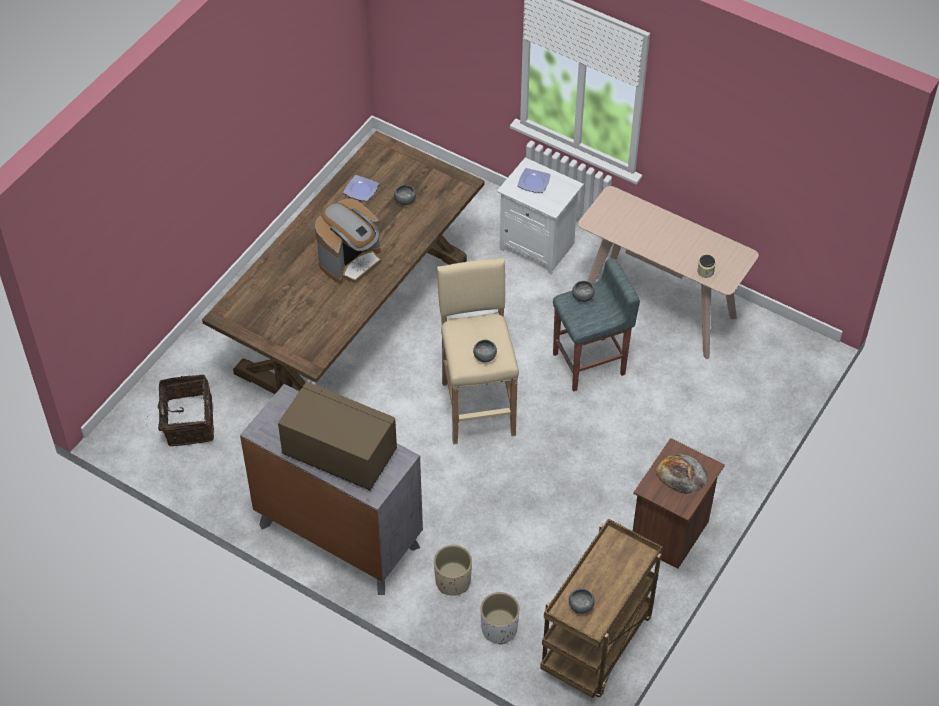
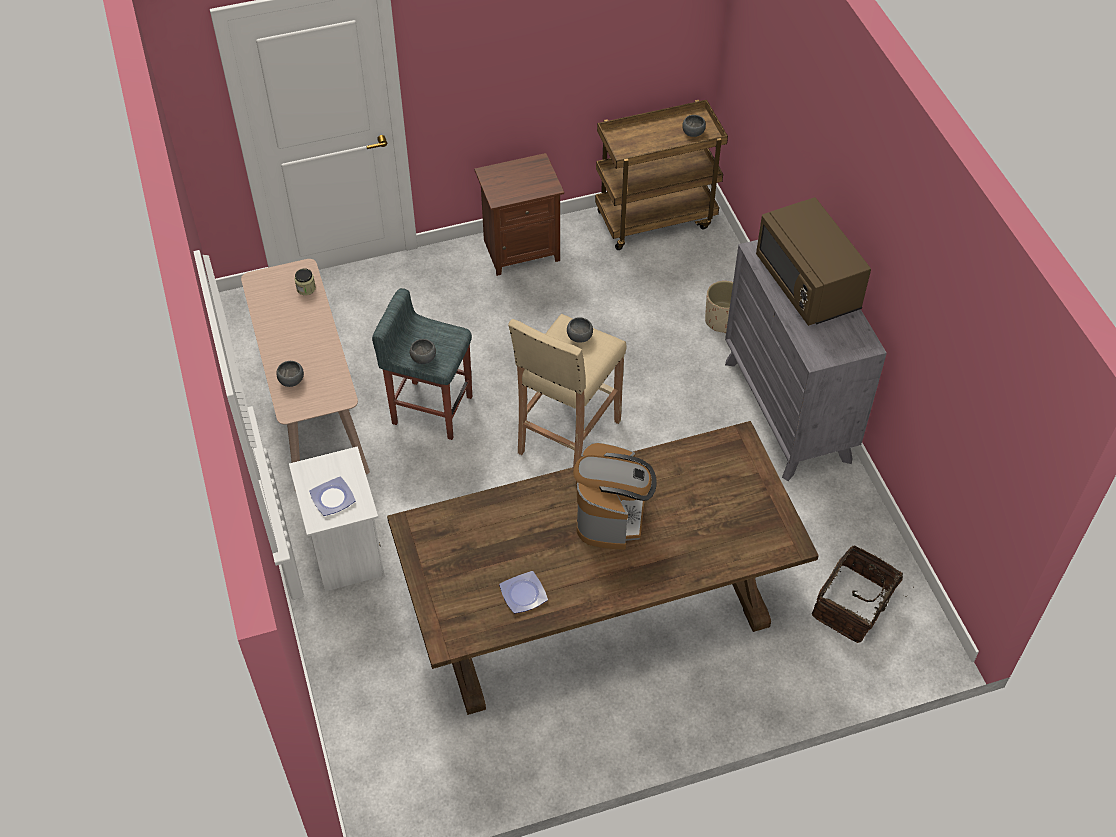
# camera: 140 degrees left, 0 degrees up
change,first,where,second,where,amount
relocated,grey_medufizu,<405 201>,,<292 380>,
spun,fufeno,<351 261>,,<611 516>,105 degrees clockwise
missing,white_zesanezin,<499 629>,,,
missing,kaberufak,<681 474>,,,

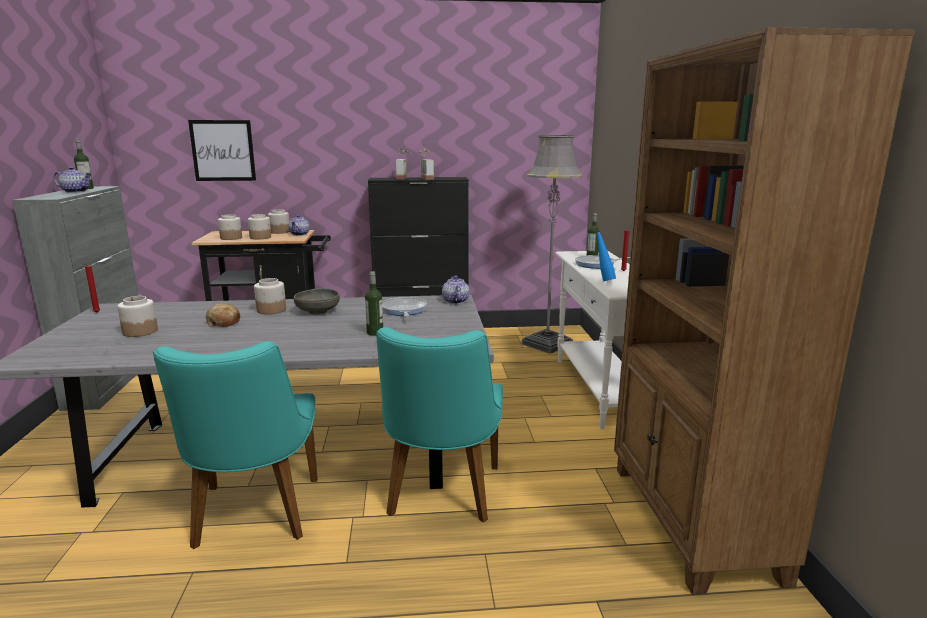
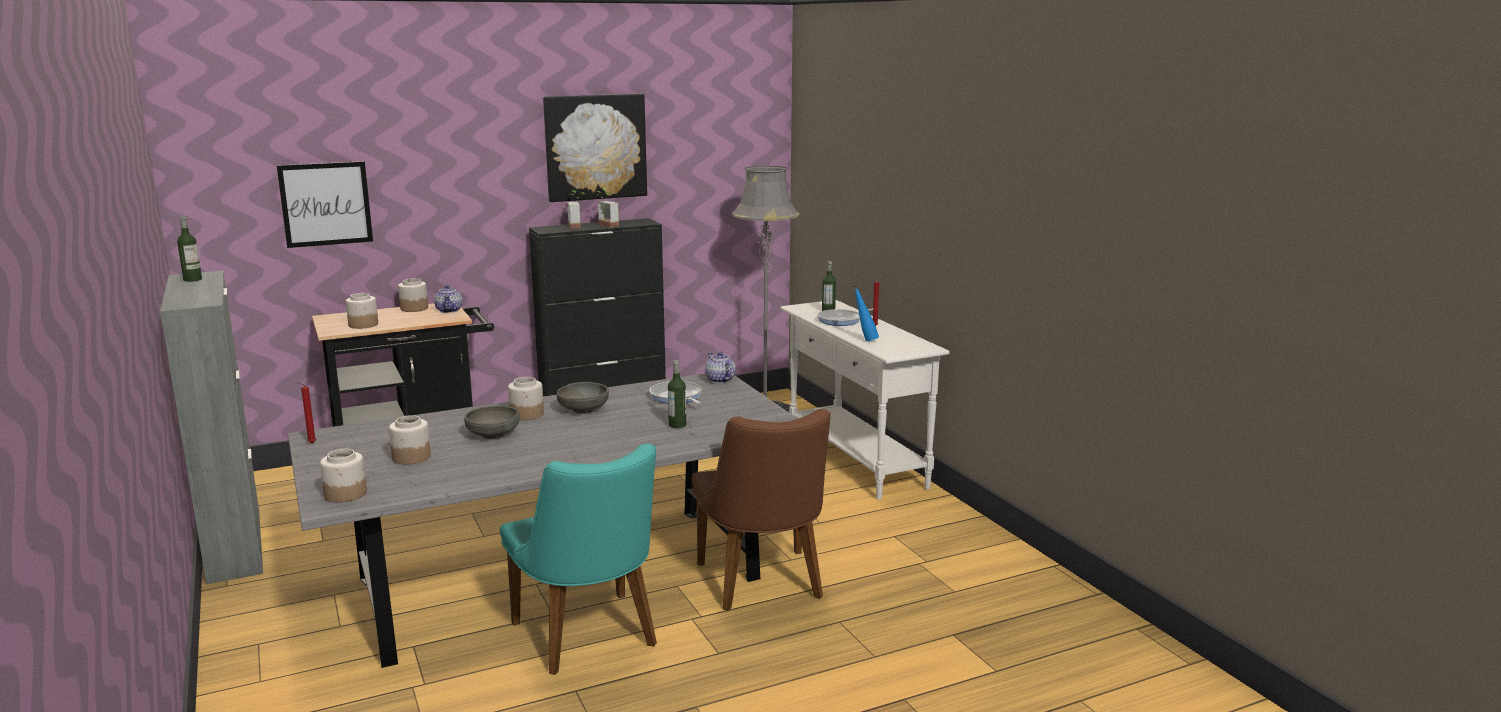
# camera: 20 degrees left, 0 degrees up
change,first,where,second,where,amount
relocated,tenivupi,<260 237>,,<346 494>,
exchanged,kaberufak,<224 322>,grey_medufizu,<493 435>,
appeared,,,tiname,<595 147>,
colour,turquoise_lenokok,<440 496>,brown_lenokok,<763 586>,
missing,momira,<75 191>,,,
missing,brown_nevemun,<692 521>,,,

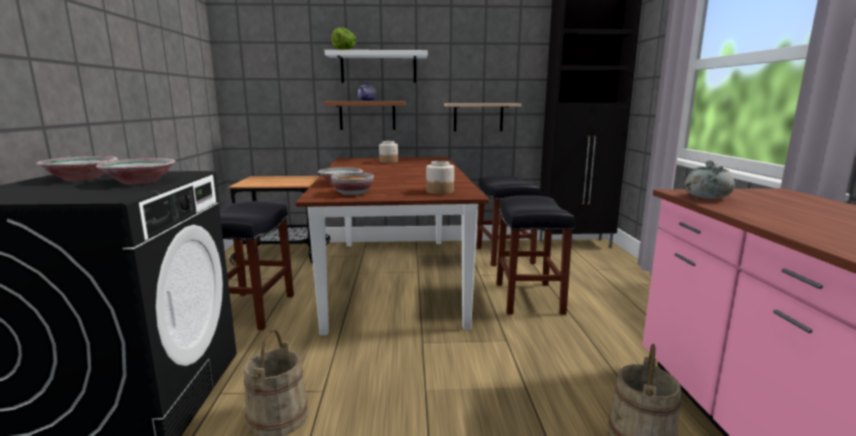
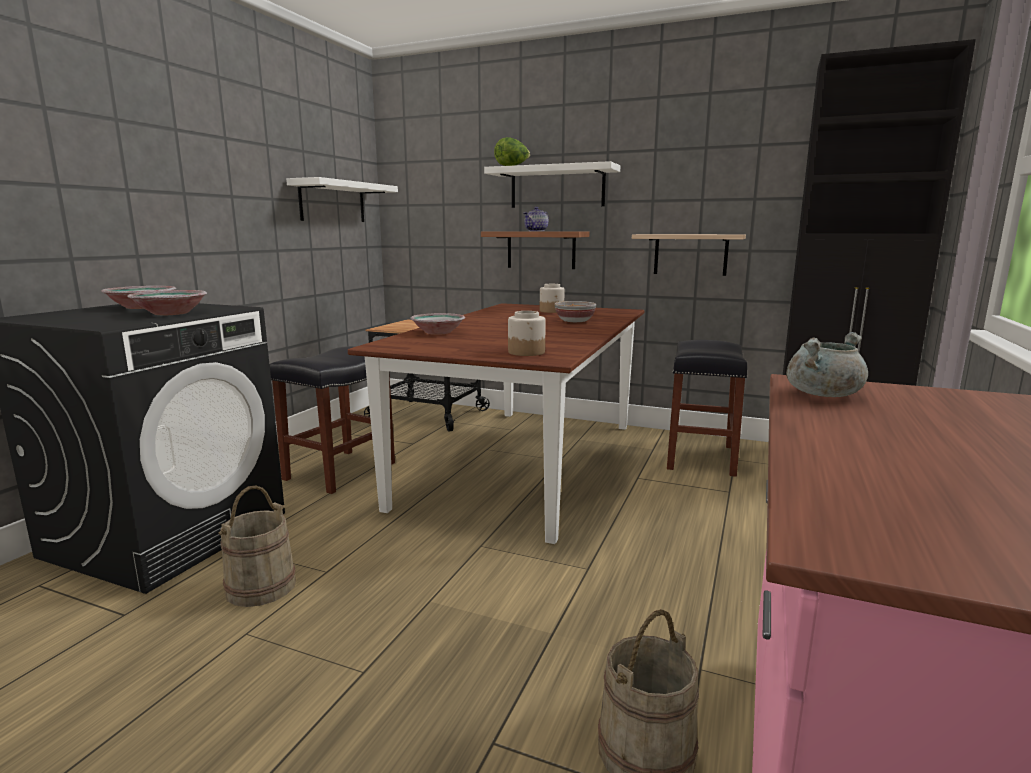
# camera: 25 degrees right, 0 degrees up
change,first,where,second,where,amount
appeared,,,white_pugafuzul,<332 202>,
relocated,medufizu,<353 193>,,<575 321>,
missing,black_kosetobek,<529 298>,,,

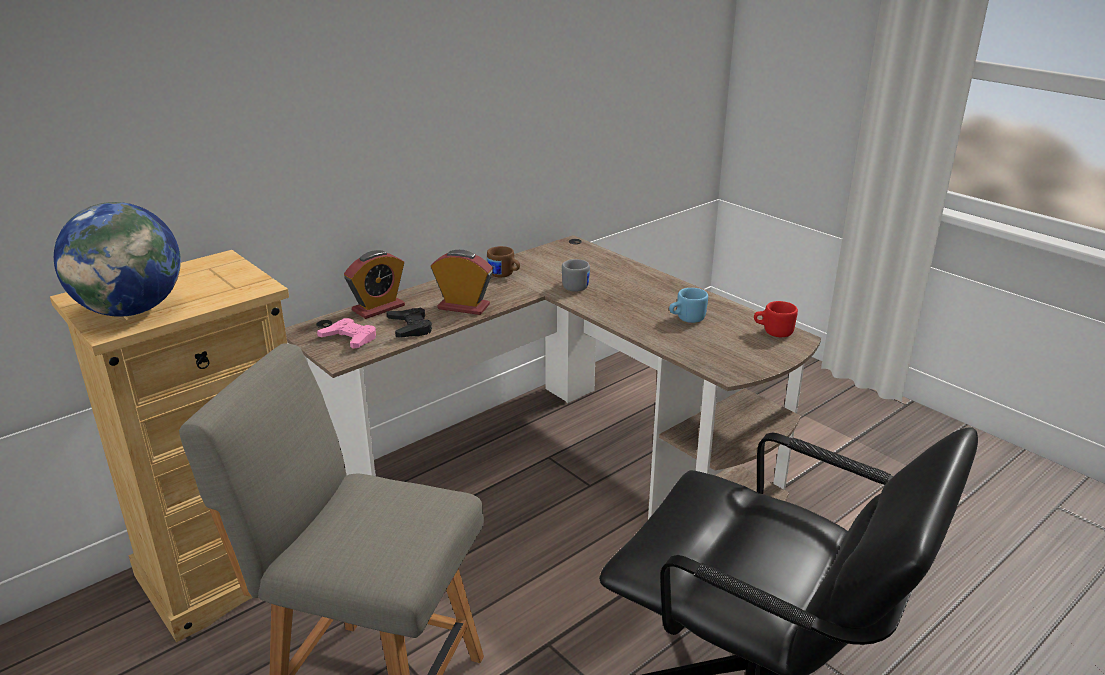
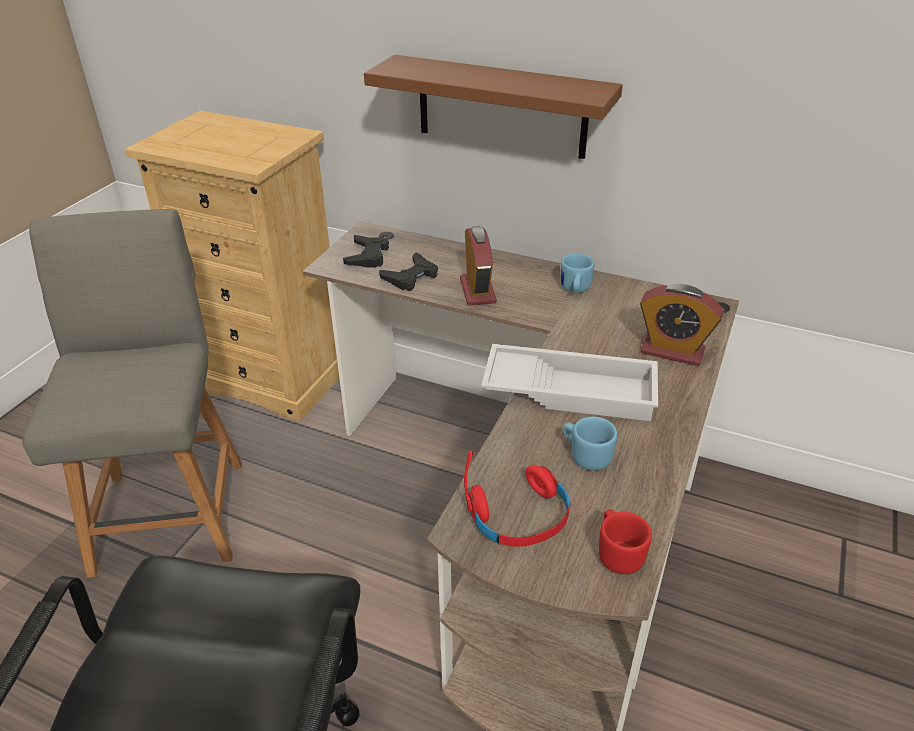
# camera: 65 degrees right, 10 degrees up
change,first,where,second,where,amount
colour,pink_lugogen,<349 338>,black_lugogen,<368 256>,
appeared,,,brown_pugafuzul,<501 107>,
appeared,,,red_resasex,<520 517>,
appeared,,,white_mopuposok,<571 389>,
colour,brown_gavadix,<504 275>,blue_gavadix,<574 290>,
relocated,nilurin,<378 308>,,<672 351>,
missing,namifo,<132 310>,,,
missing,grey_gavadix,<575 286>,,,

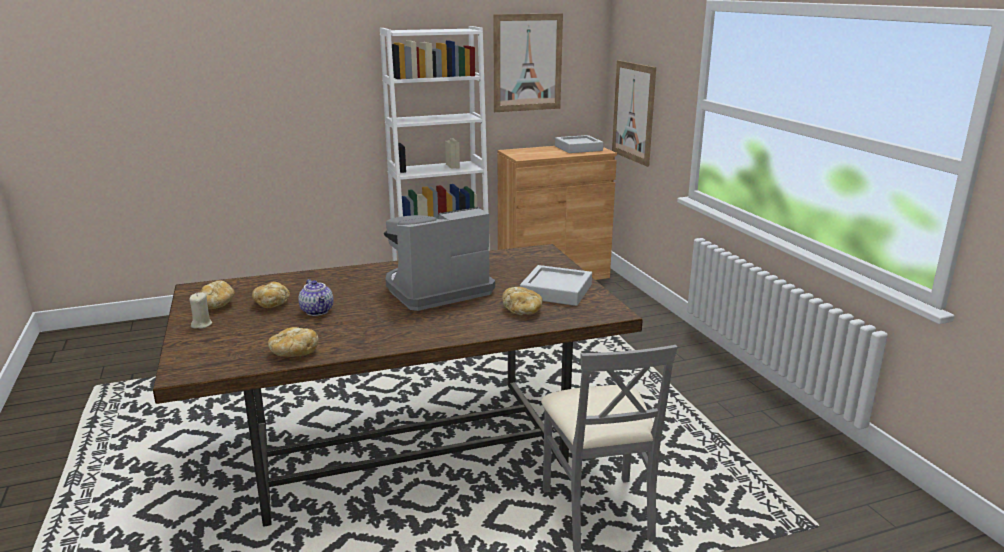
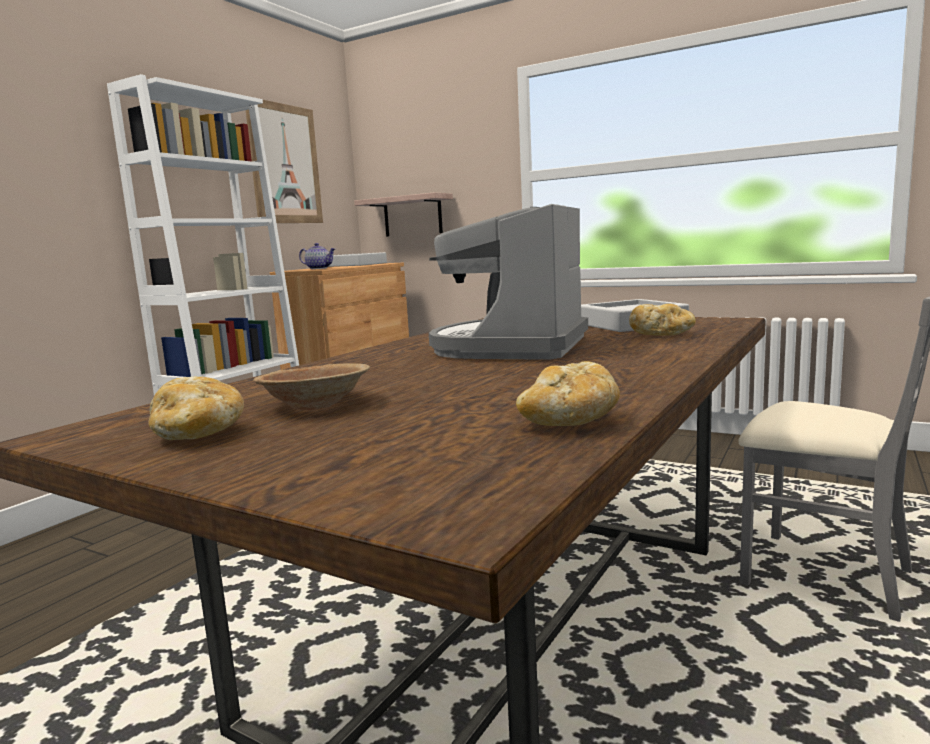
# camera: 40 degrees left, 10 degrees down
change,first,where,second,where,amount
exchanged,kaberufak,<272 304>,brown_medufizu,<315 405>,
relocated,momira,<318 311>,,<319 268>,
exchanged,tiname,<633 112>,pugafuzul,<412 216>,
missing,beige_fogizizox,<201 324>,,,

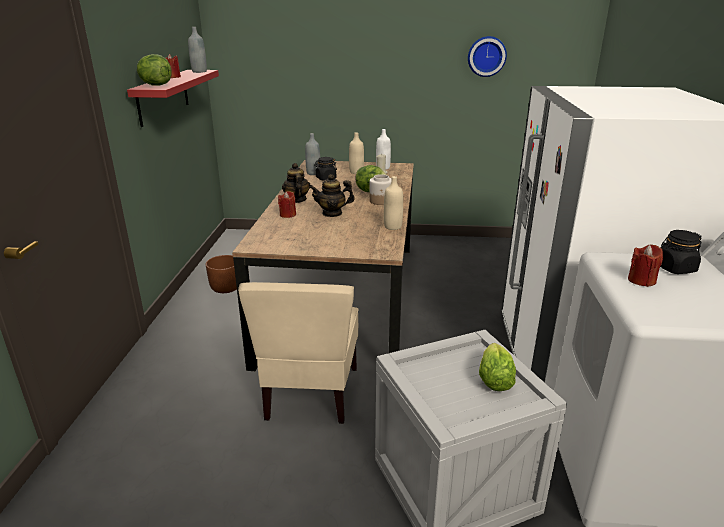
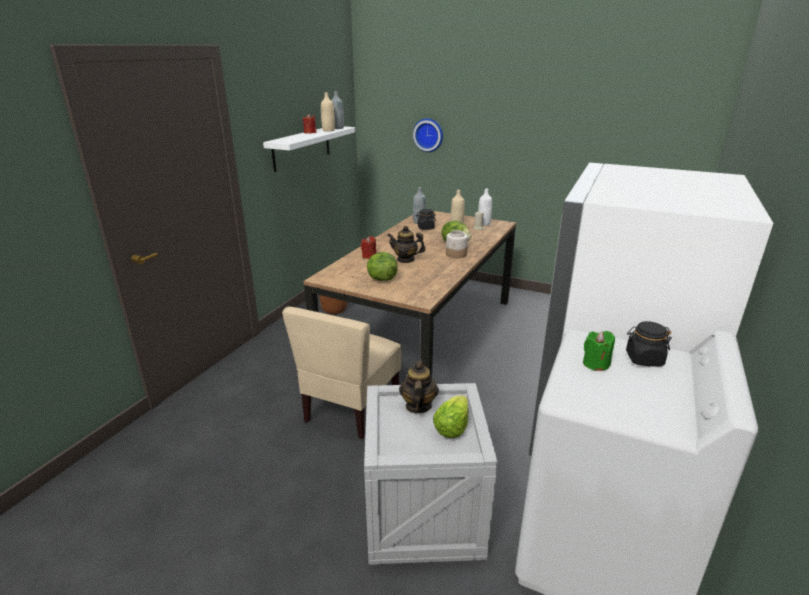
# camera: 20 degrees right, 0 degrees up
change,first,where,second,where,amount
colour,red_pugafuzul,<163 96>,white_pugafuzul,<302 147>,
relocated,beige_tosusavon,<392 227>,,<328 130>,
relocated,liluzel,<155 85>,,<381 279>,
relocated,momira,<296 200>,,<418 406>,
relocated,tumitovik,<486 56>,,<428 135>,
colour,red_fogizizox,<641 280>,green_fogizizox,<595 364>,

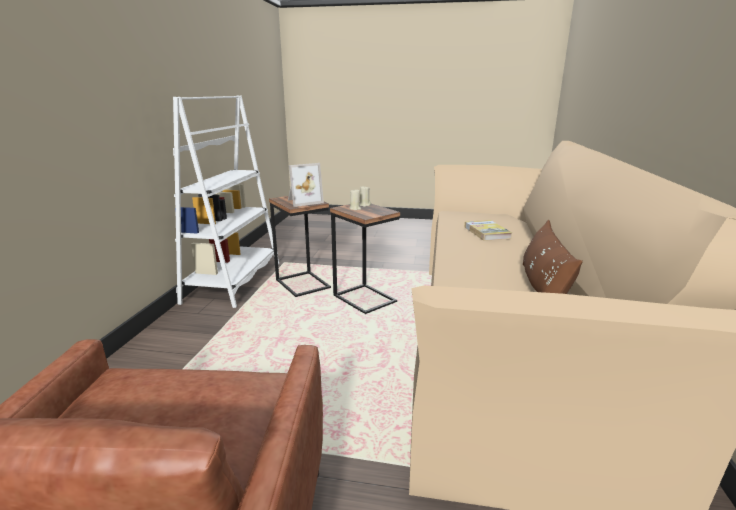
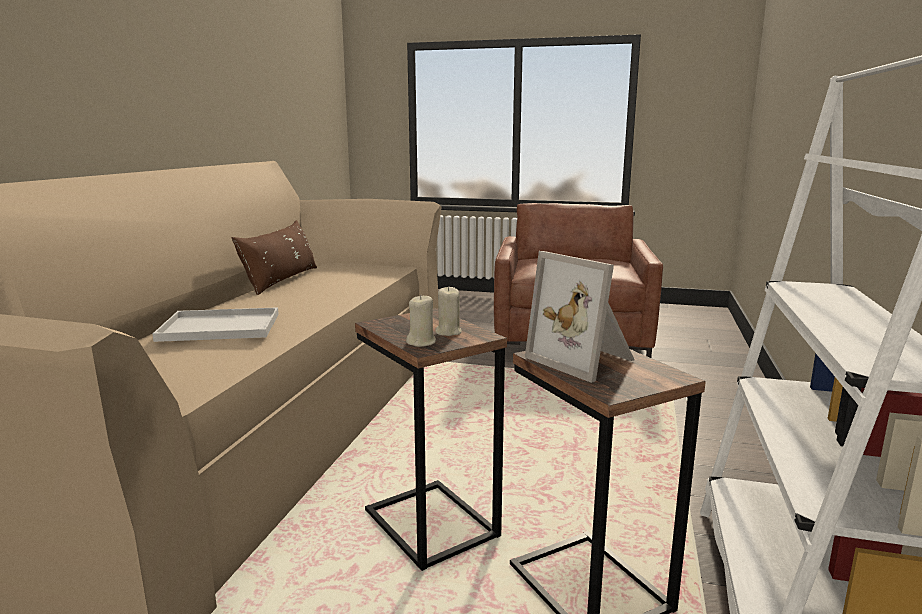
# camera: 175 degrees left, 5 degrees down
change,first,where,second,where,amount
exchanged,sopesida,<487 232>,white_mopuposok,<217 327>,
spun,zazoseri,<303 201>,,<584 360>,105 degrees counterclockwise

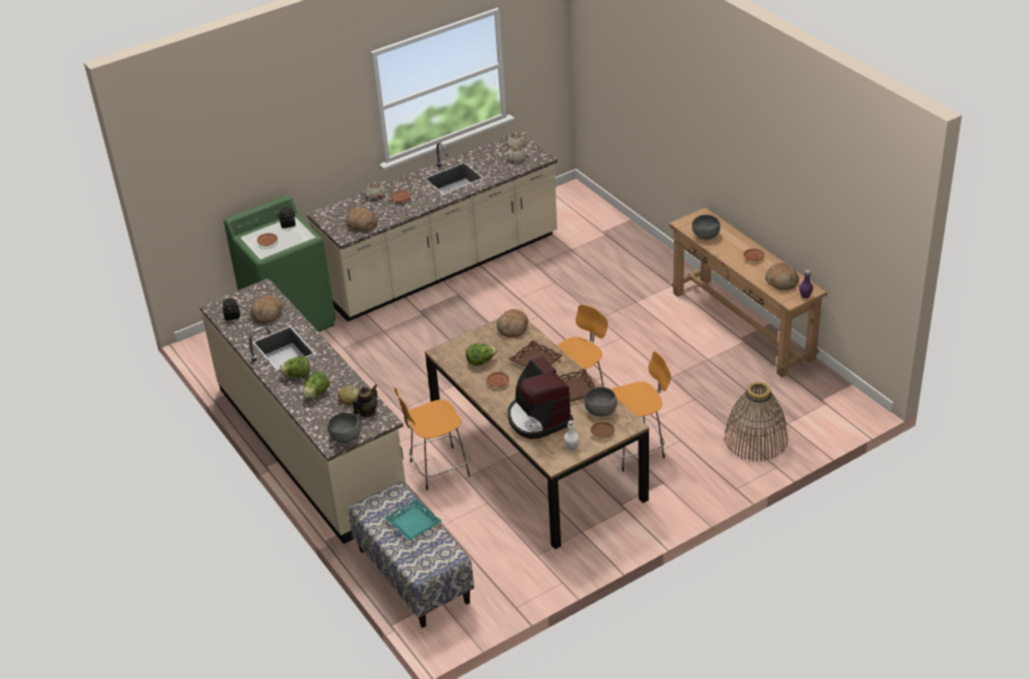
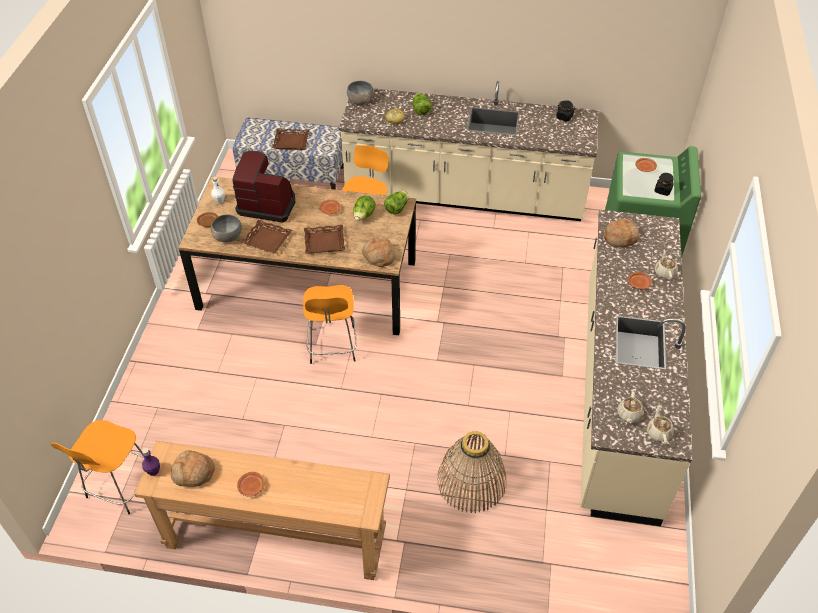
# camera: 130 degrees right, 10 degrees up
change,first,where,second,where,amount
relocated,orange_kosetobek,<636 449>,,<120 487>,
colour,turquoise_mopuposok,<413 523>,brown_mopuposok,<291 141>,
relocated,liluzel,<297 375>,,<397 208>,
relocated,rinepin,<755 440>,,<471 482>,
missing,kaberufak,<267 314>,,,
missing,momira,<367 412>,,,
missing,grey_medufizu,<705 235>,,,

